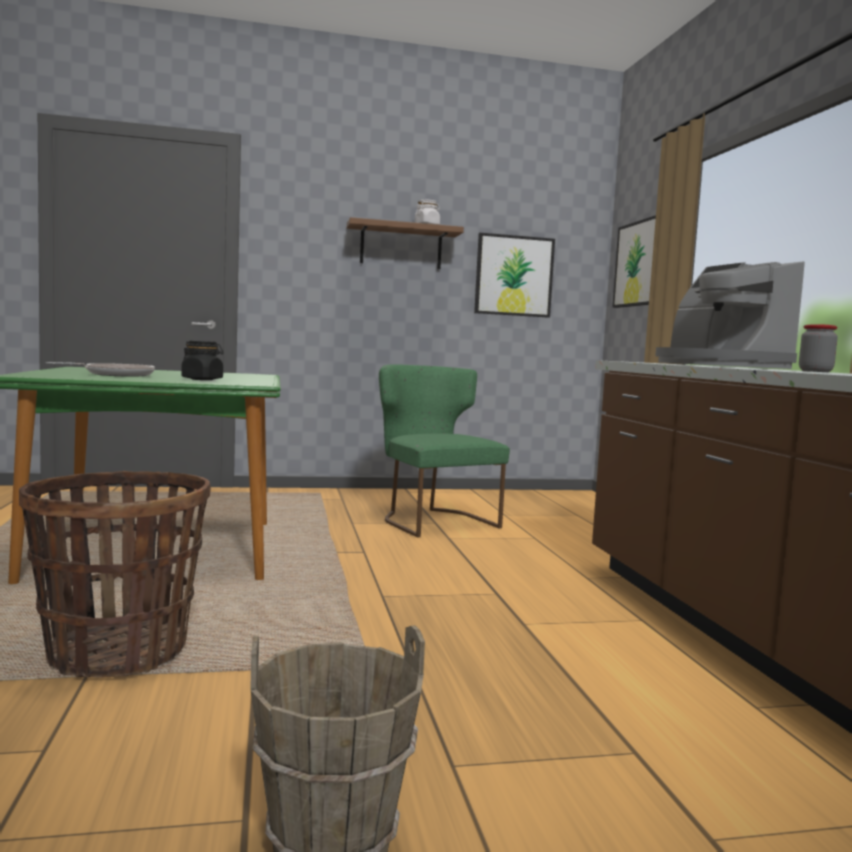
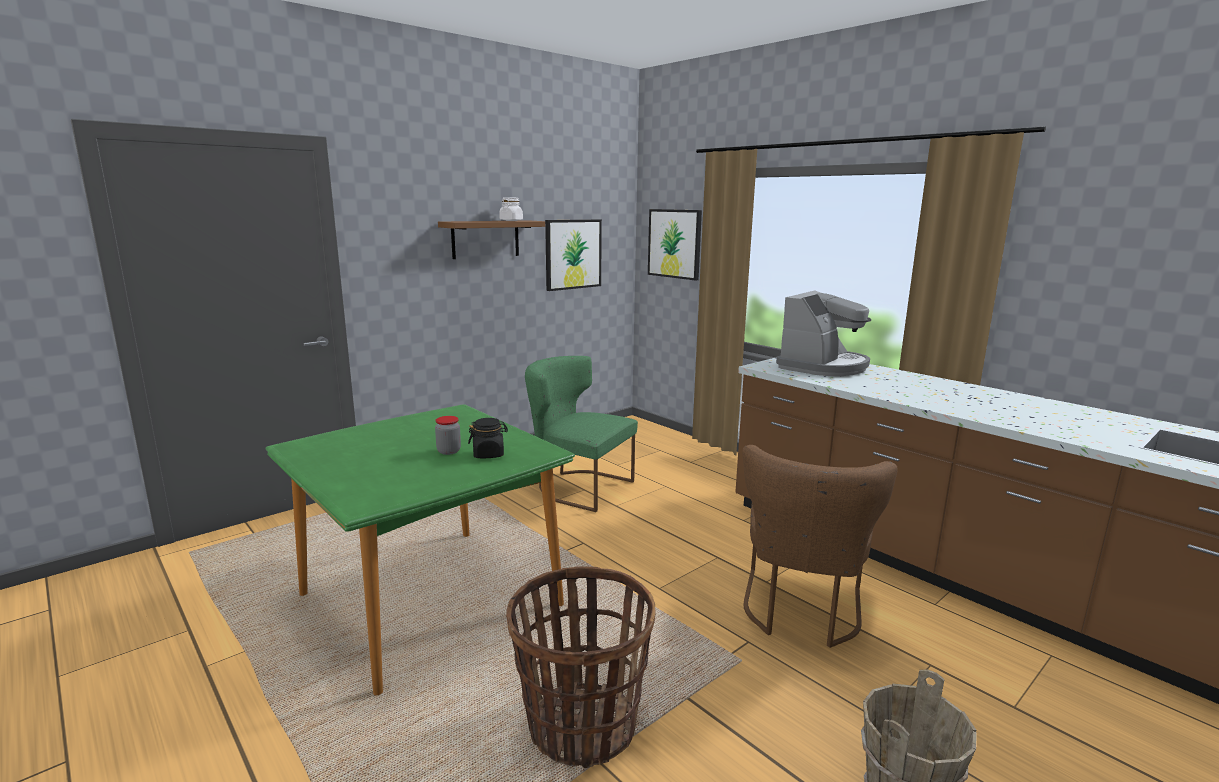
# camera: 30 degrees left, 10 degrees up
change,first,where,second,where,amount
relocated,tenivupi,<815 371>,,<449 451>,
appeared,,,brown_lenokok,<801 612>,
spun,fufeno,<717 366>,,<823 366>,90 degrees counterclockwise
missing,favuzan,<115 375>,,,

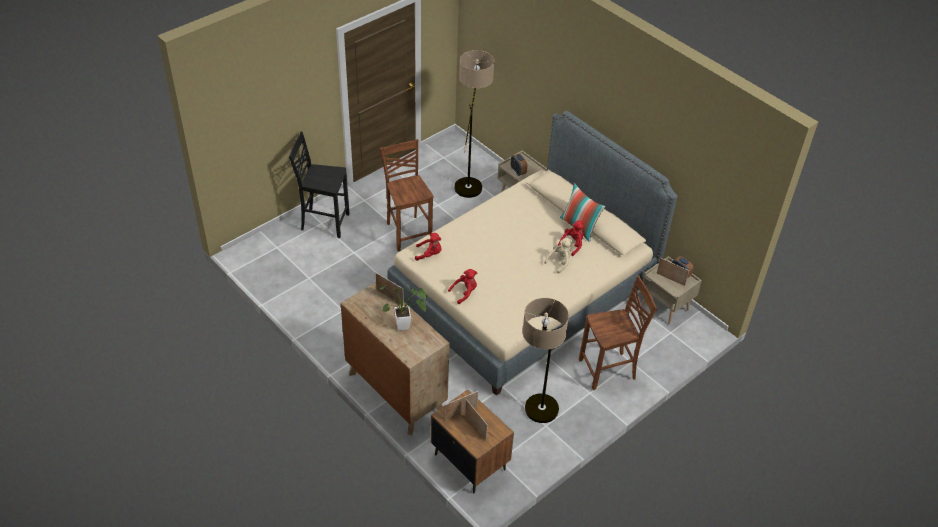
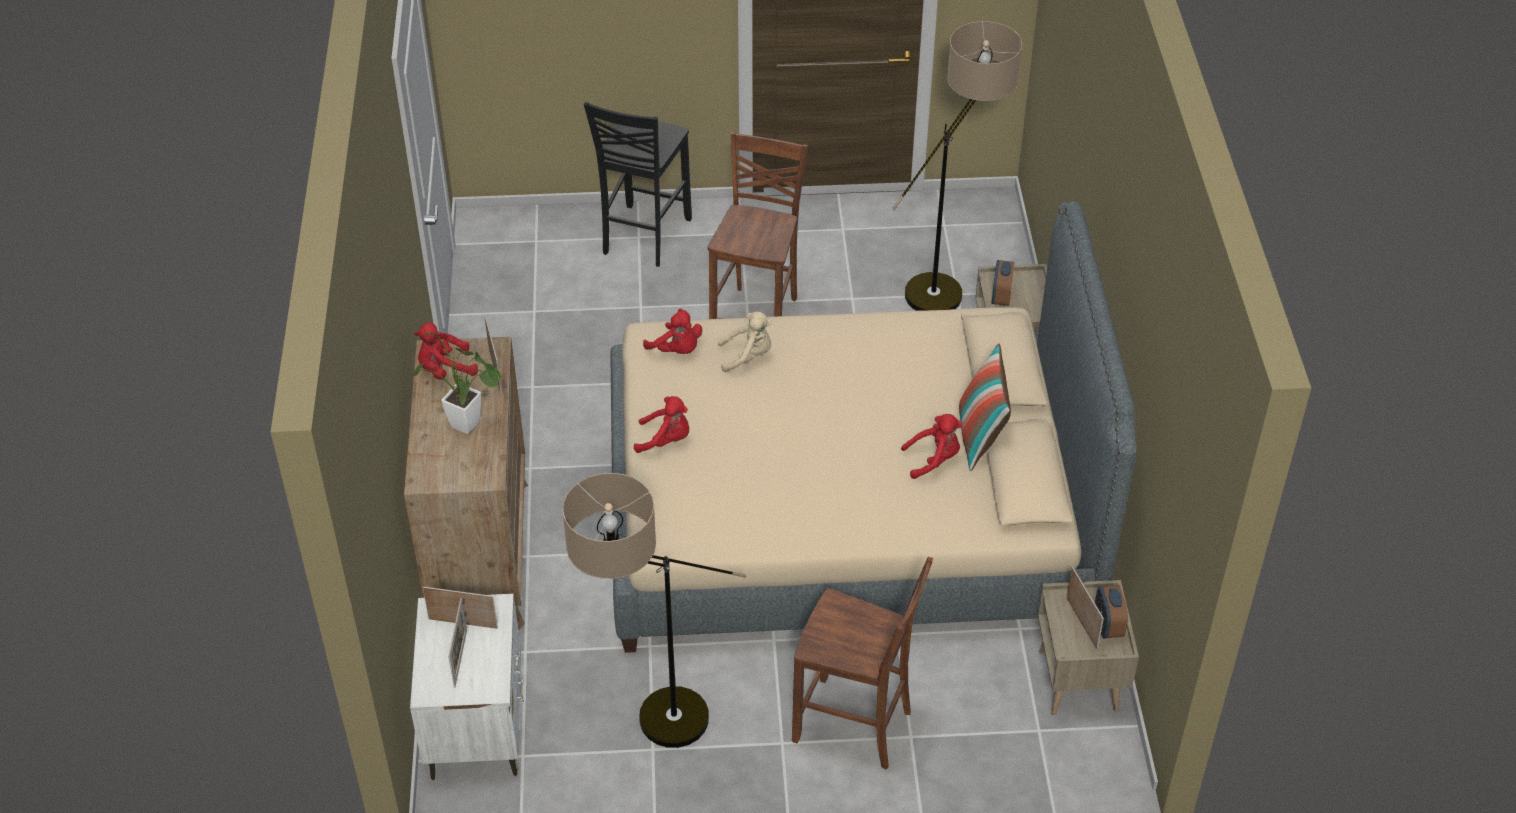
# camera: 40 degrees right, 0 degrees up
change,first,where,second,where,amount
colour,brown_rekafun,<470 461>,white_rekafun,<477 728>,
appeared,,,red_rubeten,<445 369>,
spun,black_lenokok,<324 222>,,<643 237>,120 degrees counterclockwise
relocated,beige_rubeten,<559 262>,,<748 356>,

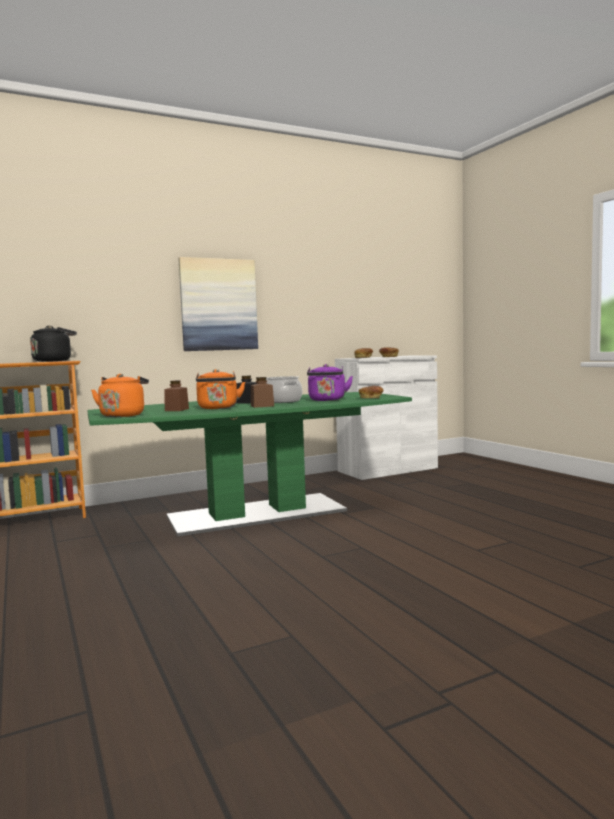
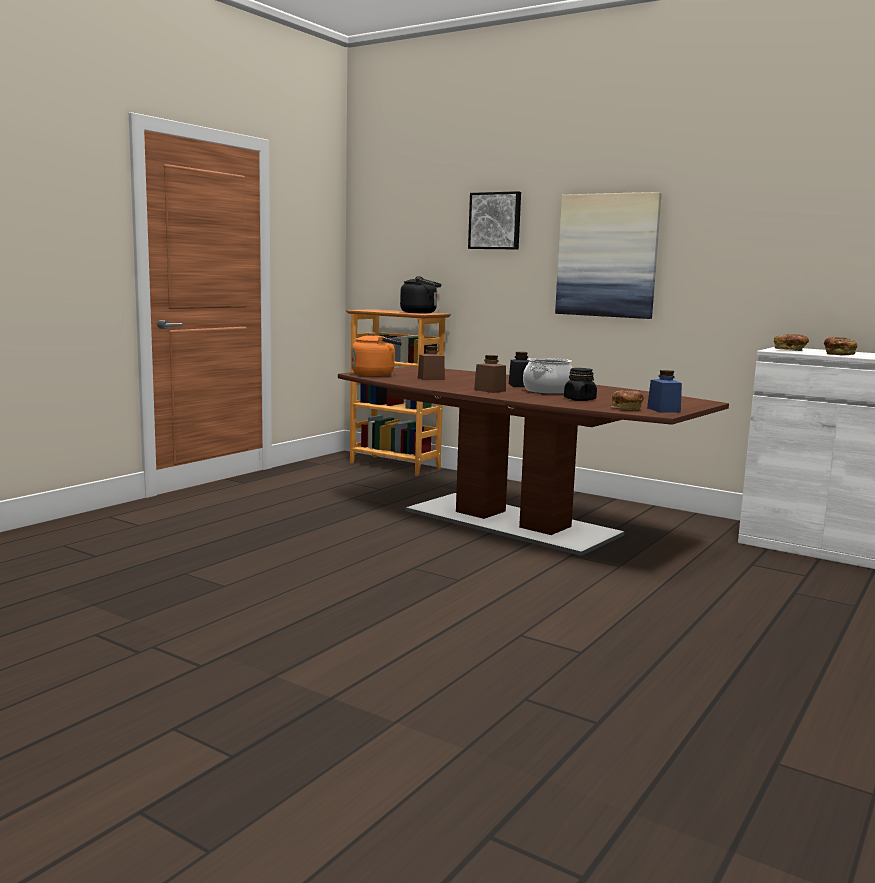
# camera: 60 degrees right, 5 degrees up
change,first,where,second,where,amount
colour,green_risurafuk,<257 513>,brown_risurafuk,<511 523>,
appeared,,,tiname,<495 221>,
exchanged,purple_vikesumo,<327 400>,black_tenivupi,<580 399>,
appeared,,,blue_tenivupi,<663 410>,
missing,orange_vikesumo,<218 408>,,,

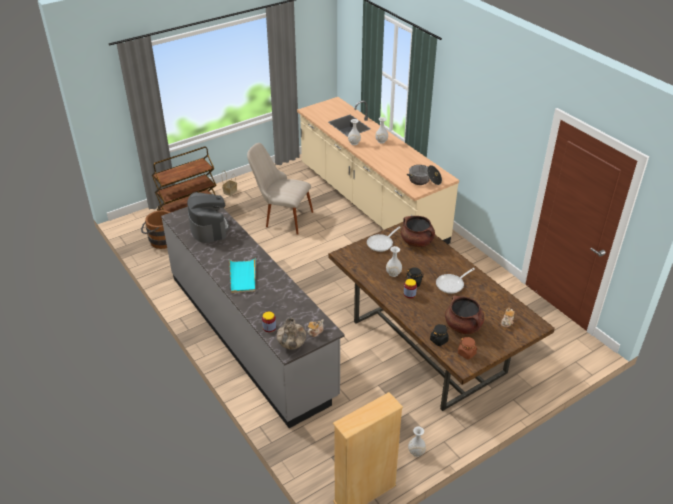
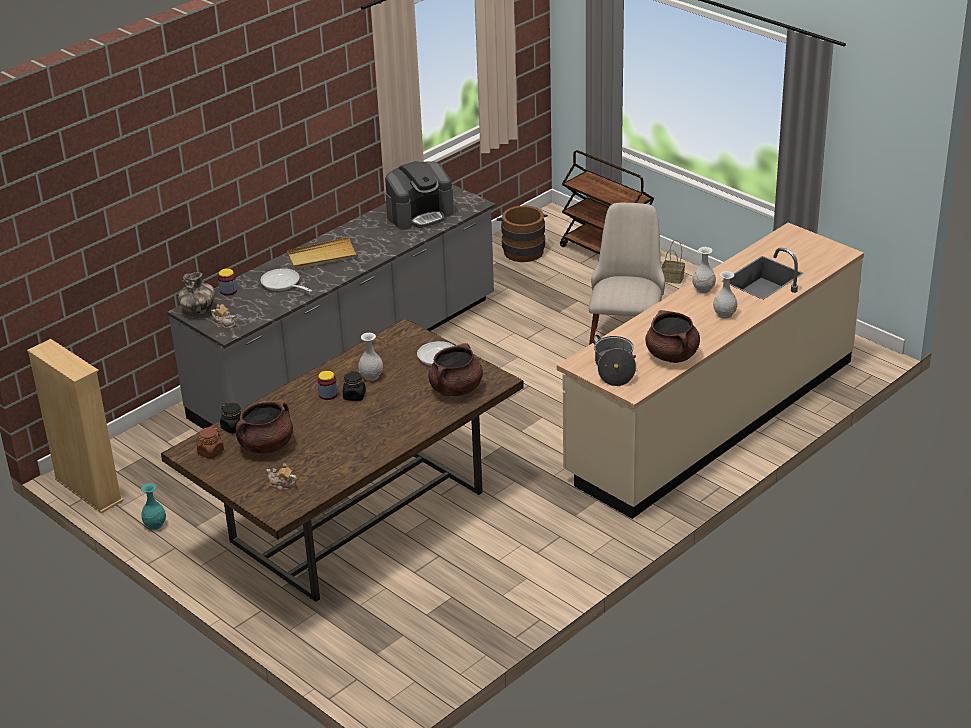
# camera: 80 degrees right, 5 degrees down
change,first,where,second,where,amount
colour,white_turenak,<416 452>,turquoise_turenak,<155 525>,
relocated,favuzan,<452 284>,,<283 284>,
colour,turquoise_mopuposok,<243 277>,beige_mopuposok,<322 256>,
appeared,,,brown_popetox,<672 355>,

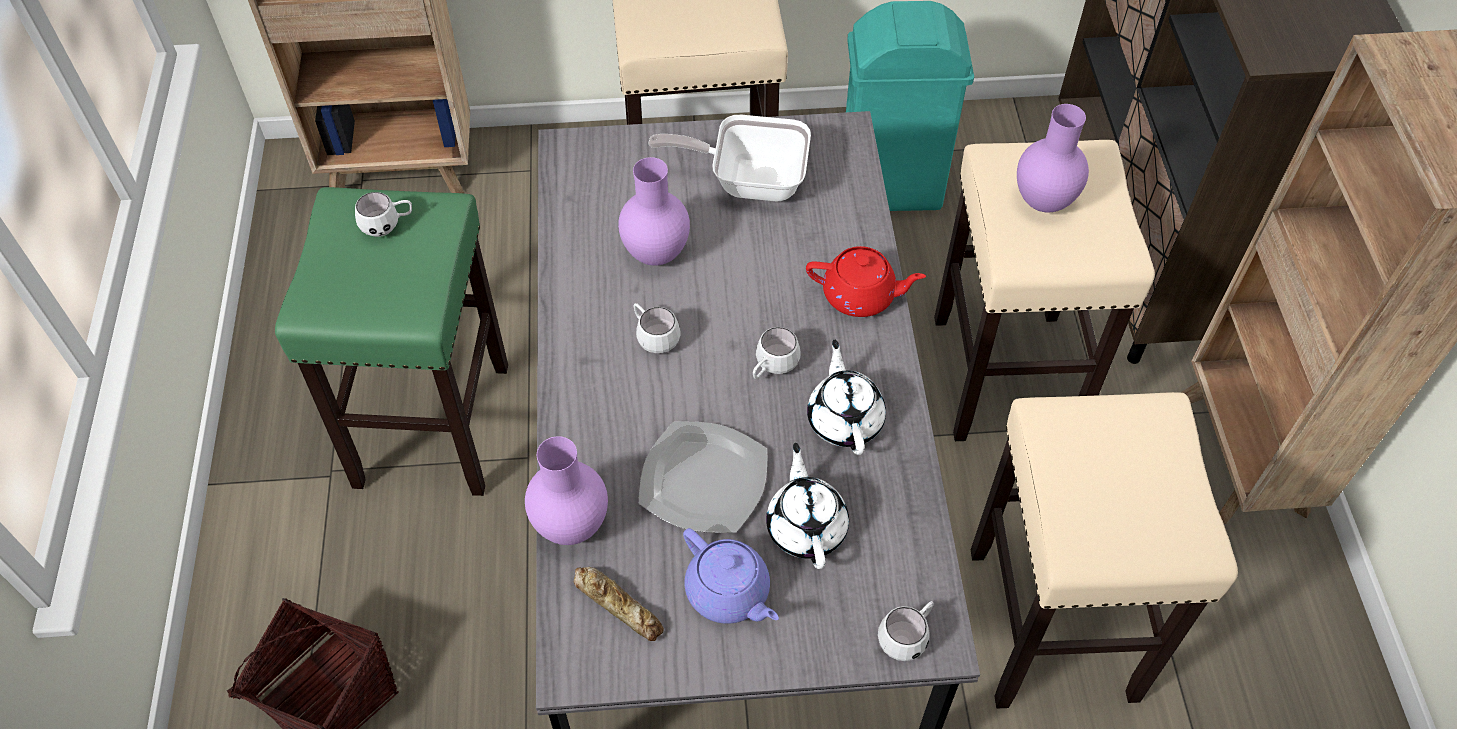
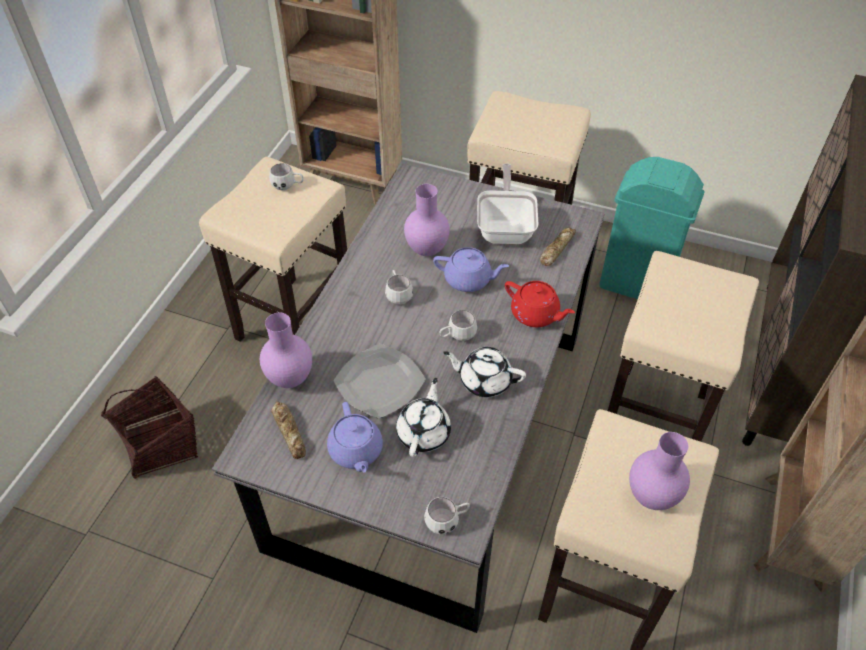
# camera: 25 degrees right, 5 degrees down
change,first,where,second,where,amount
colour,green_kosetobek,<433 423>,beige_kosetobek,<296 320>,
appeared,,,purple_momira,<469 280>,
spun,white_momira,<845 418>,,<484 380>,90 degrees counterclockwise
spun,favuzan,<748 180>,,<506 227>,60 degrees clockwise
appeared,,,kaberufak,<556 249>,
relocated,purple_turenak,<1042 203>,,<650 497>,

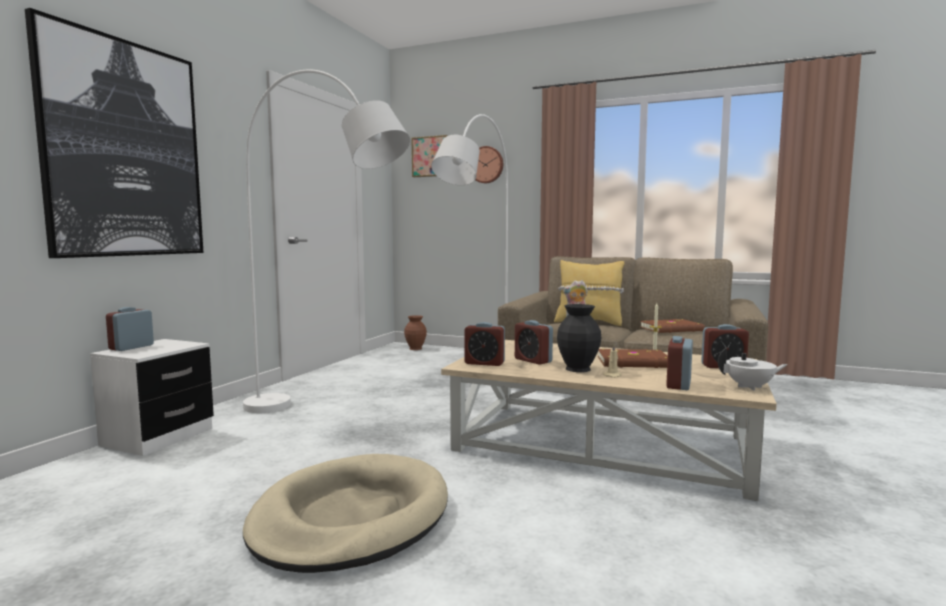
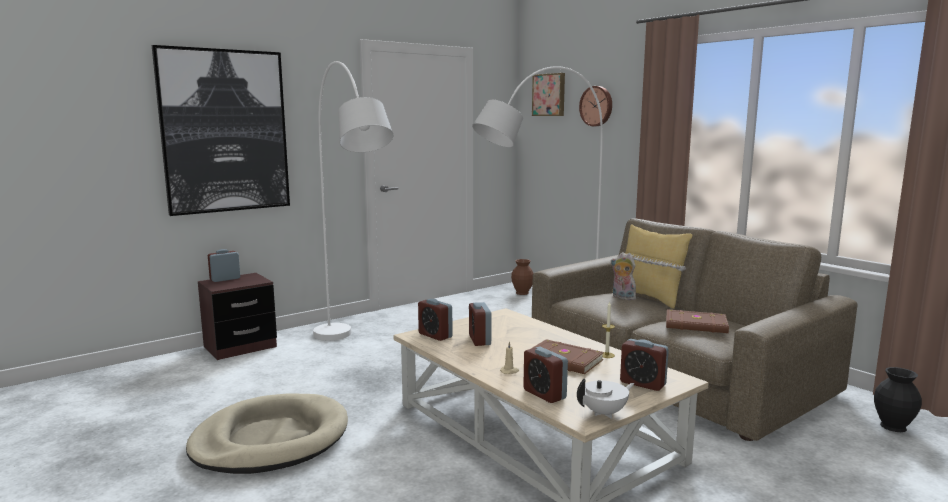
# camera: 30 degrees right, 5 degrees up
change,first,where,second,where,amount
colour,white_rekafun,<158 437>,brown_rekafun,<240 347>,
spun,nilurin,<678 384>,,<544 394>,90 degrees counterclockwise
spun,white_momira,<750 387>,,<604 413>,60 degrees counterclockwise
relocated,black_turenak,<578 369>,,<893 427>,

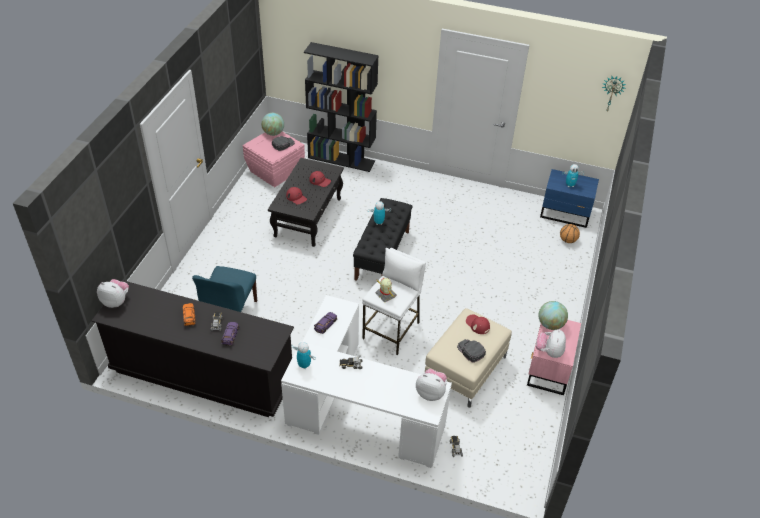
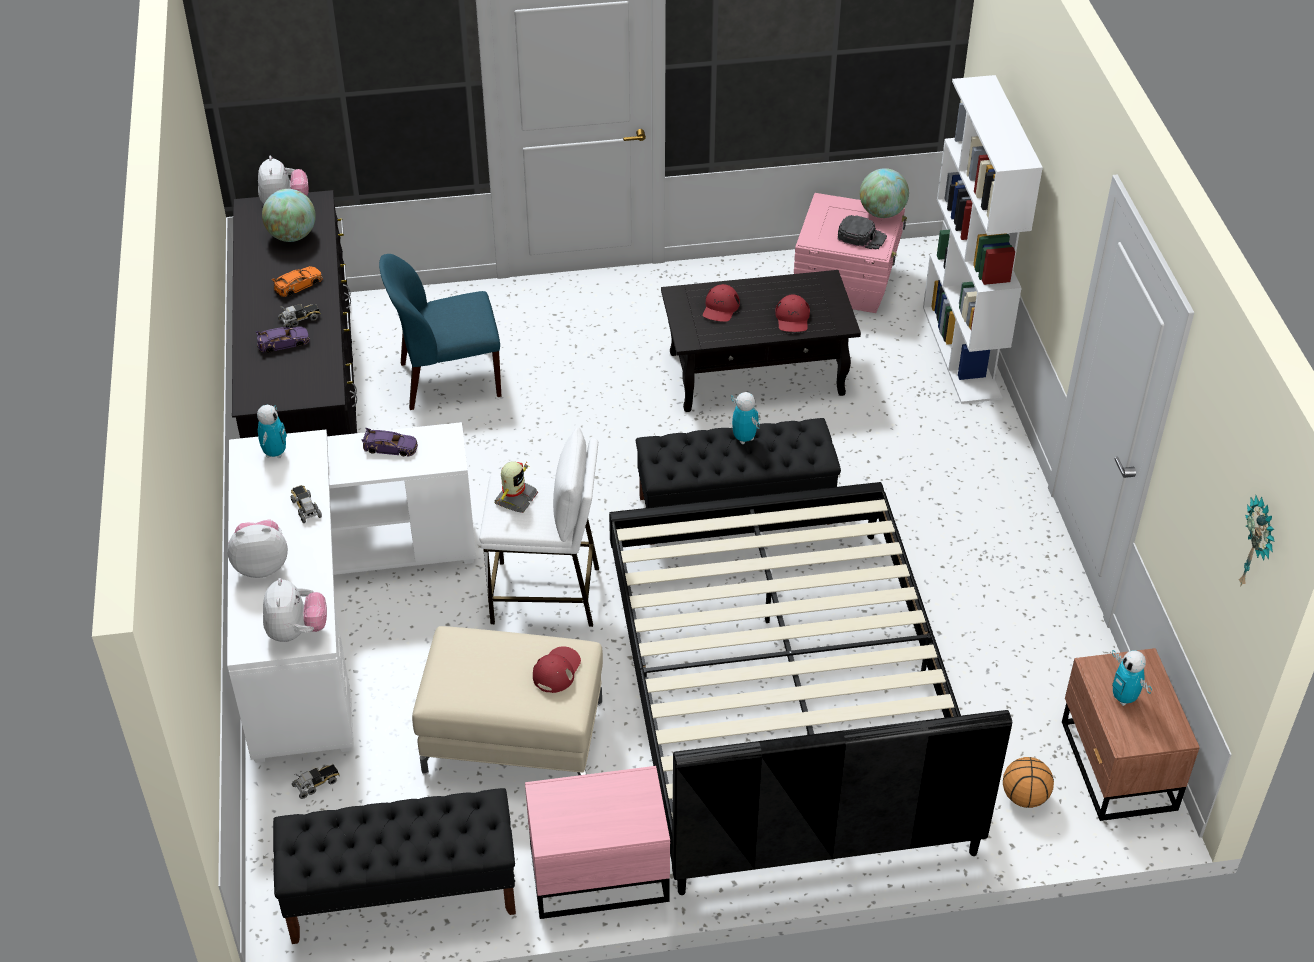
# camera: 65 degrees right, 0 degrees up
change,first,where,second,where,amount
relocated,rubeten,<549 352>,,<262 565>,
relocated,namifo,<550 324>,,<292 236>,
appeared,,,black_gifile,<401 894>,
appeared,,,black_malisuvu,<782 700>,
colour,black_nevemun,<342 159>,white_nevemun,<962 352>,
colour,blue_rekafun,<566 214>,brown_rekafun,<1116 767>,
missing,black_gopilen,<470 351>,,,

